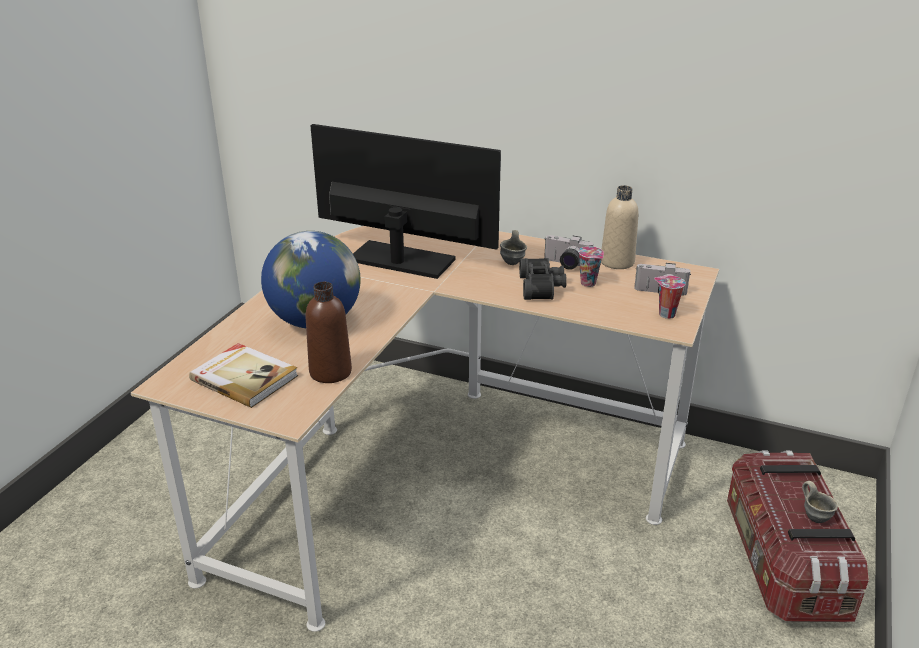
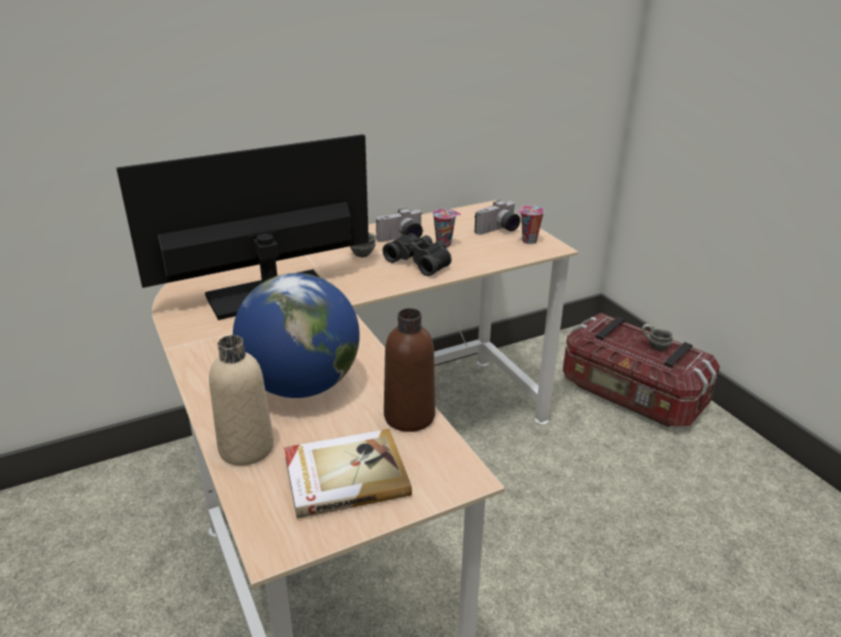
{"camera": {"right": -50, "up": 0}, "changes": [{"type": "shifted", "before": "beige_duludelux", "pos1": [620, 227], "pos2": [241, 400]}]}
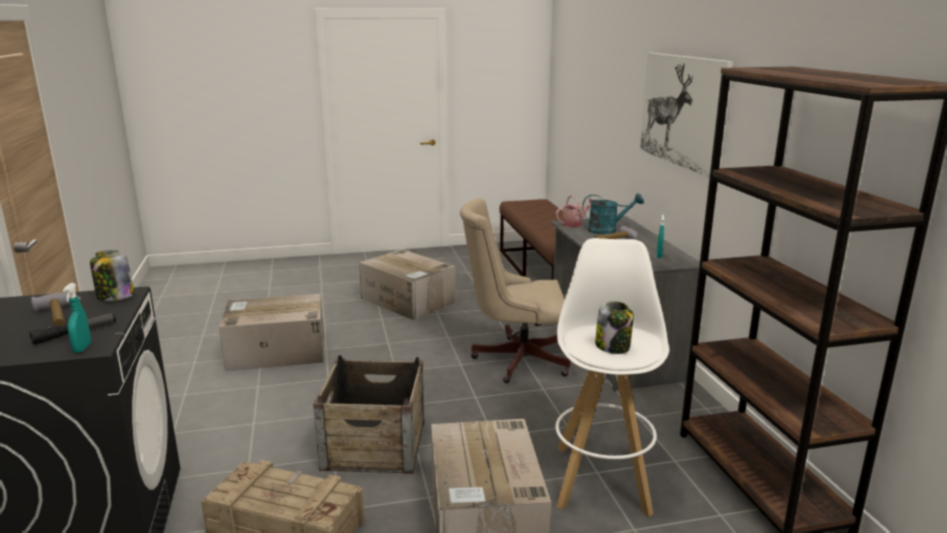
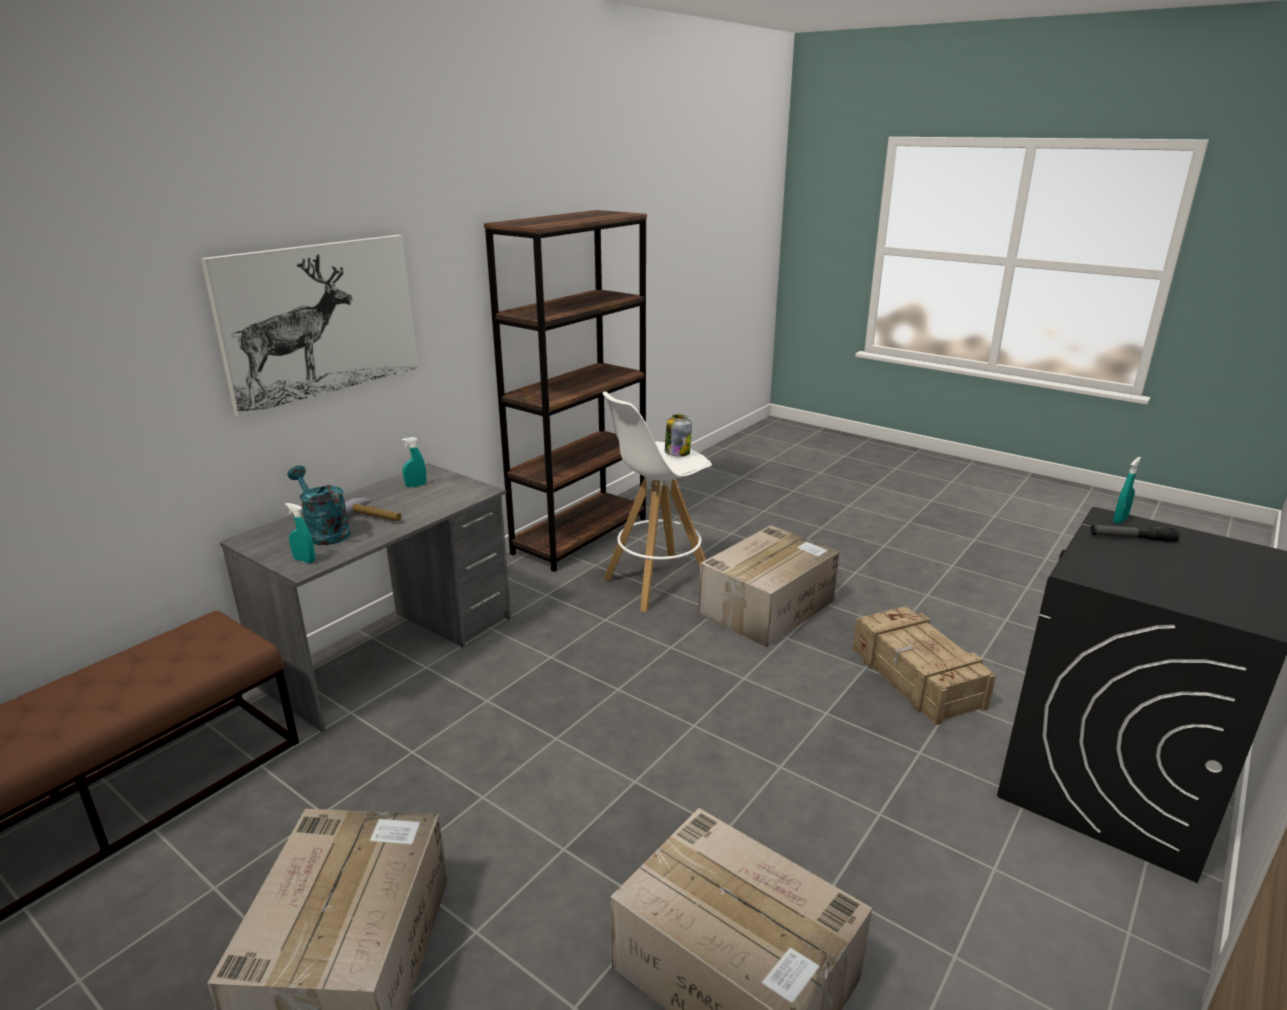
{"camera": {"right": -130, "up": 5}, "changes": [{"type": "gone", "before": "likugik", "pos1": [56, 309]}, {"type": "gone", "before": "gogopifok", "pos1": [112, 275]}, {"type": "gone", "before": "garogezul", "pos1": [369, 414]}, {"type": "gone", "before": "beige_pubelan", "pos1": [515, 290]}, {"type": "swapped", "before": "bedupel", "after": "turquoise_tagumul", "pos1": [574, 211], "pos2": [300, 533]}]}
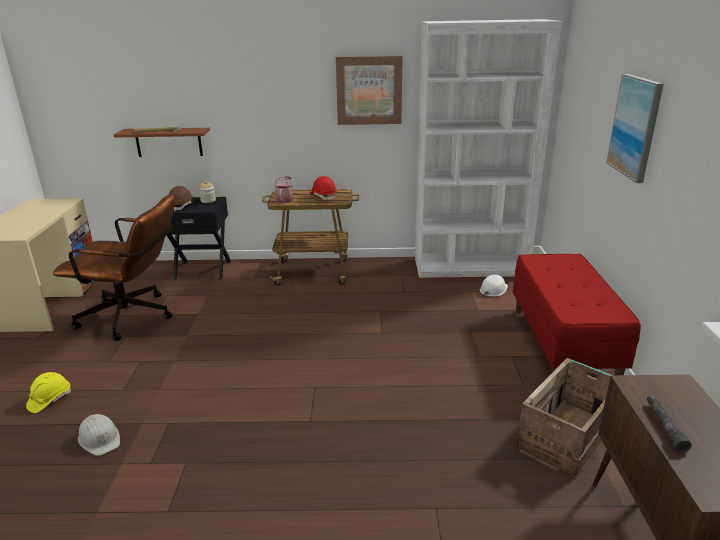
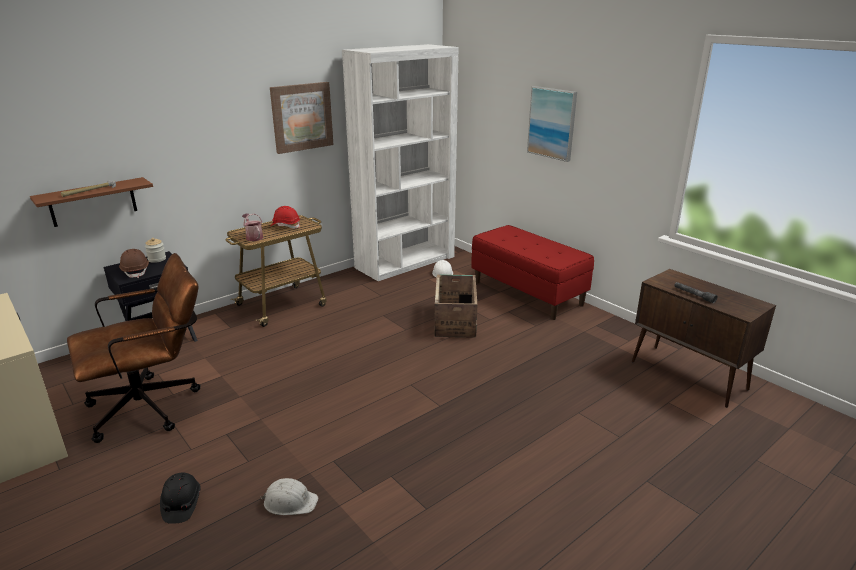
{"camera": {"right": -40, "up": 0}, "changes": [{"type": "shifted", "before": "garogezul", "pos1": [563, 418], "pos2": [456, 306]}, {"type": "repainted", "before": "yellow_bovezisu", "after": "black_bovezisu", "pos1": [48, 392], "pos2": [180, 498]}]}
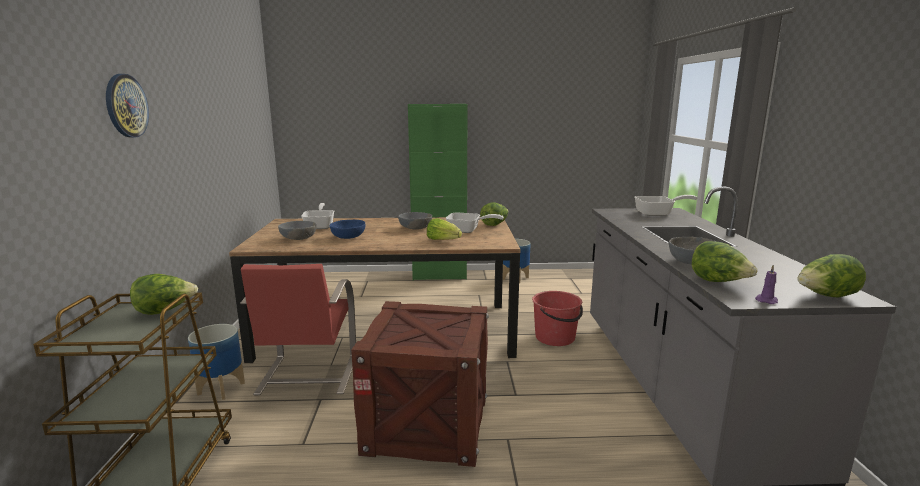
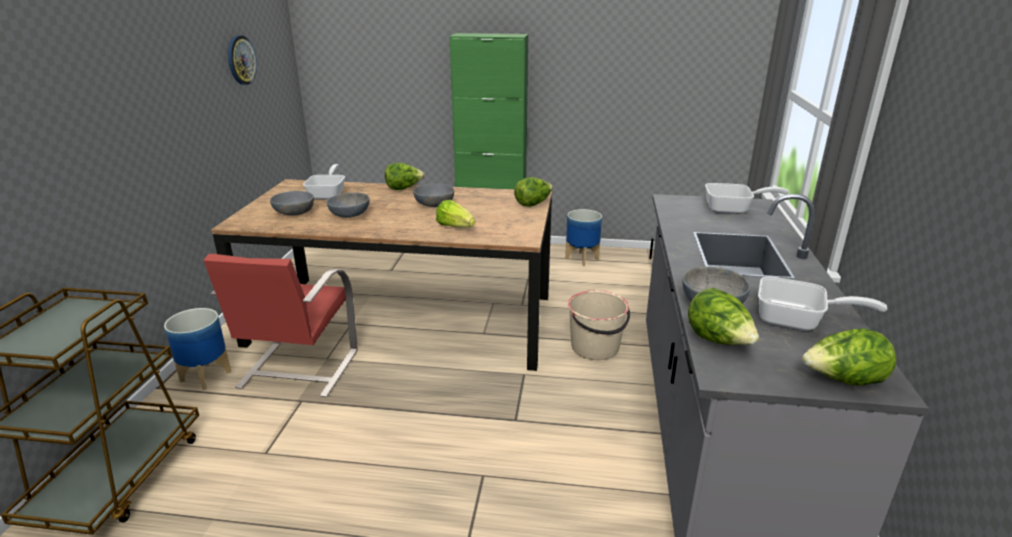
{"camera": {"right": 10, "up": 10}, "changes": [{"type": "gone", "before": "garogezul", "pos1": [420, 384]}, {"type": "gone", "before": "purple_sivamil", "pos1": [766, 284]}, {"type": "shifted", "before": "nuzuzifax", "pos1": [127, 106], "pos2": [242, 60]}, {"type": "shifted", "before": "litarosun", "pos1": [164, 294], "pos2": [405, 176]}, {"type": "shifted", "before": "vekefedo", "pos1": [475, 223], "pos2": [822, 303]}, {"type": "repainted", "before": "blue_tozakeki", "after": "grey_tozakeki", "pos1": [347, 229], "pos2": [348, 205]}, {"type": "repainted", "before": "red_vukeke", "after": "beige_vukeke", "pos1": [557, 318], "pos2": [599, 325]}]}
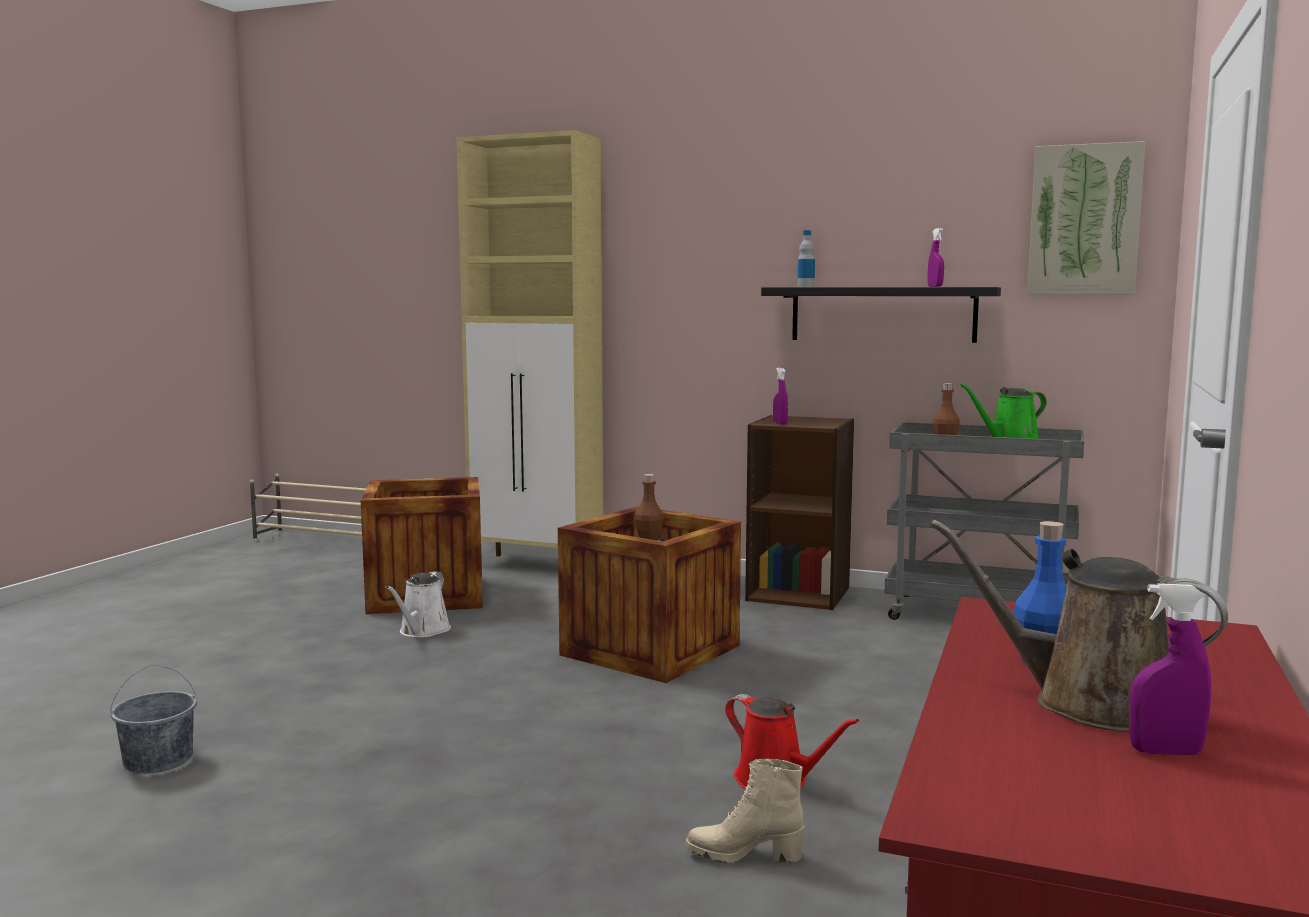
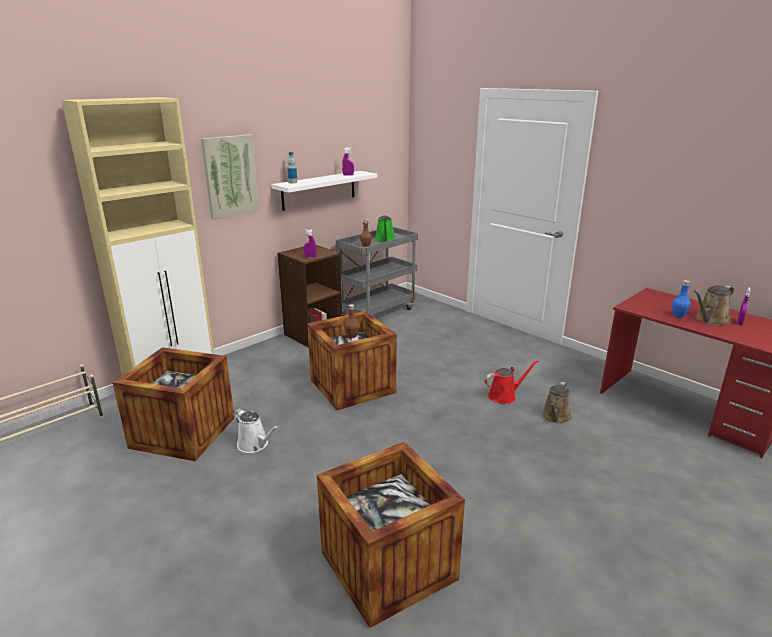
{"camera": {"right": -65, "up": 15}, "changes": [{"type": "shifted", "before": "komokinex", "pos1": [1086, 217], "pos2": [230, 177]}, {"type": "swapped", "before": "grey_vukeke", "after": "garogezul", "pos1": [153, 719], "pos2": [391, 535]}, {"type": "swapped", "before": "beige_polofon", "after": "brown_bedupel", "pos1": [745, 810], "pos2": [557, 403]}, {"type": "repainted", "before": "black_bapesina", "after": "white_bapesina", "pos1": [881, 315], "pos2": [324, 191]}]}
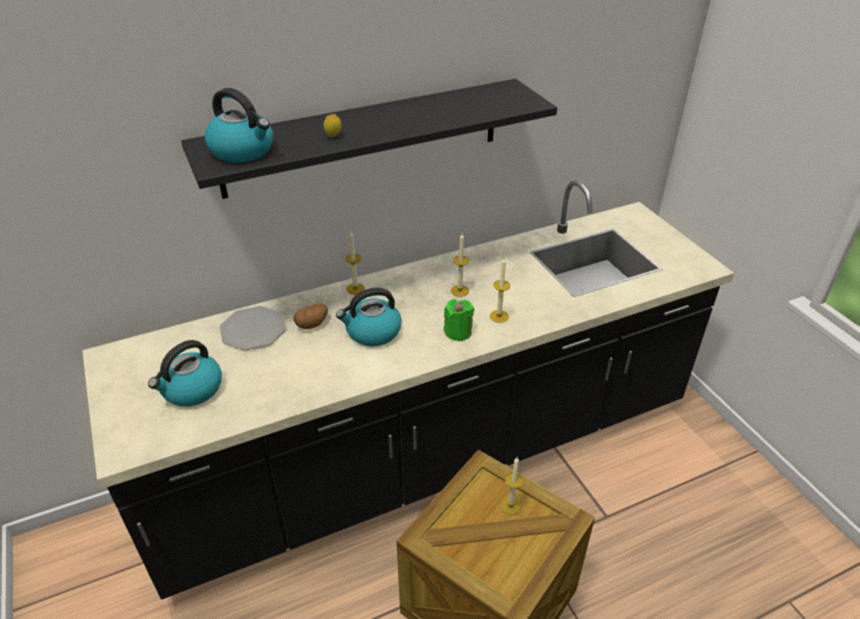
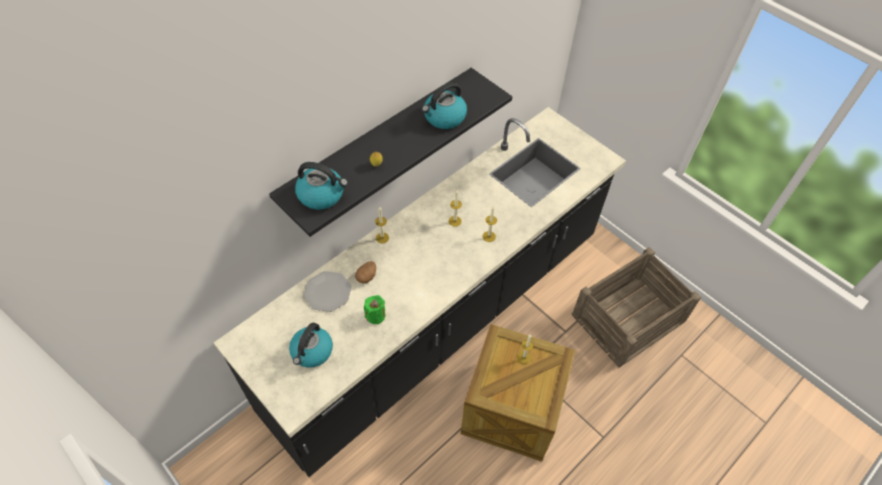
{"camera": {"right": -20, "up": 15}, "changes": [{"type": "new", "after": "garogezul", "pos2": [636, 307]}, {"type": "shifted", "before": "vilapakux", "pos1": [369, 317], "pos2": [444, 105]}, {"type": "shifted", "before": "green_sivamil", "pos1": [459, 320], "pos2": [375, 309]}]}
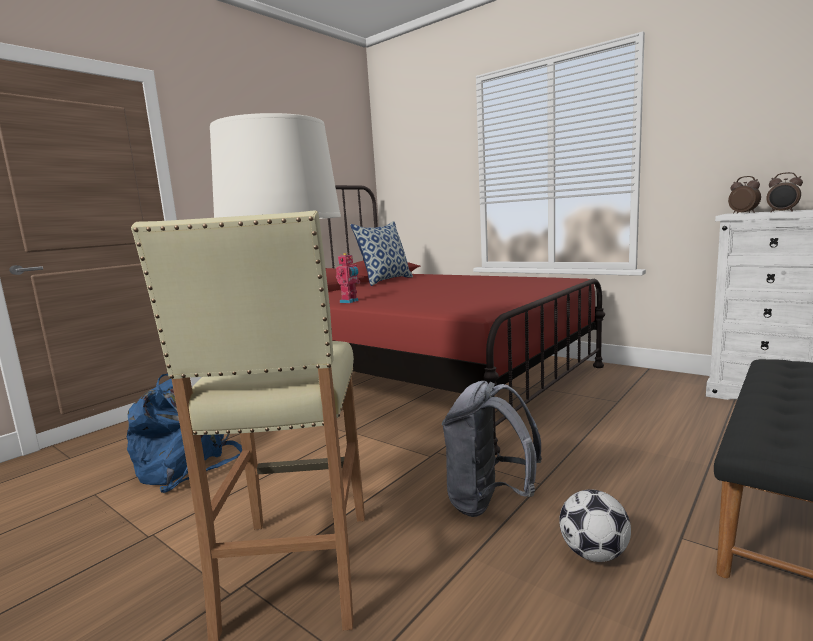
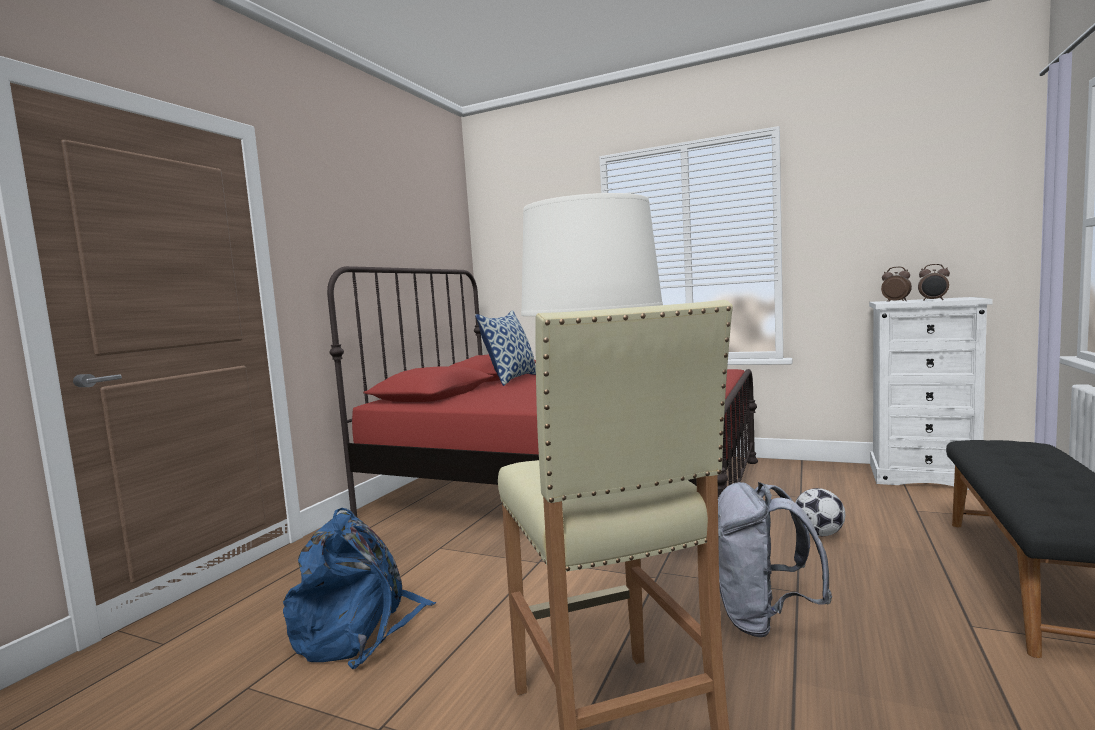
{"camera": {"right": -15, "up": -5}, "changes": [{"type": "gone", "before": "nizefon", "pos1": [348, 278]}, {"type": "shifted", "before": "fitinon", "pos1": [595, 525], "pos2": [820, 512]}]}
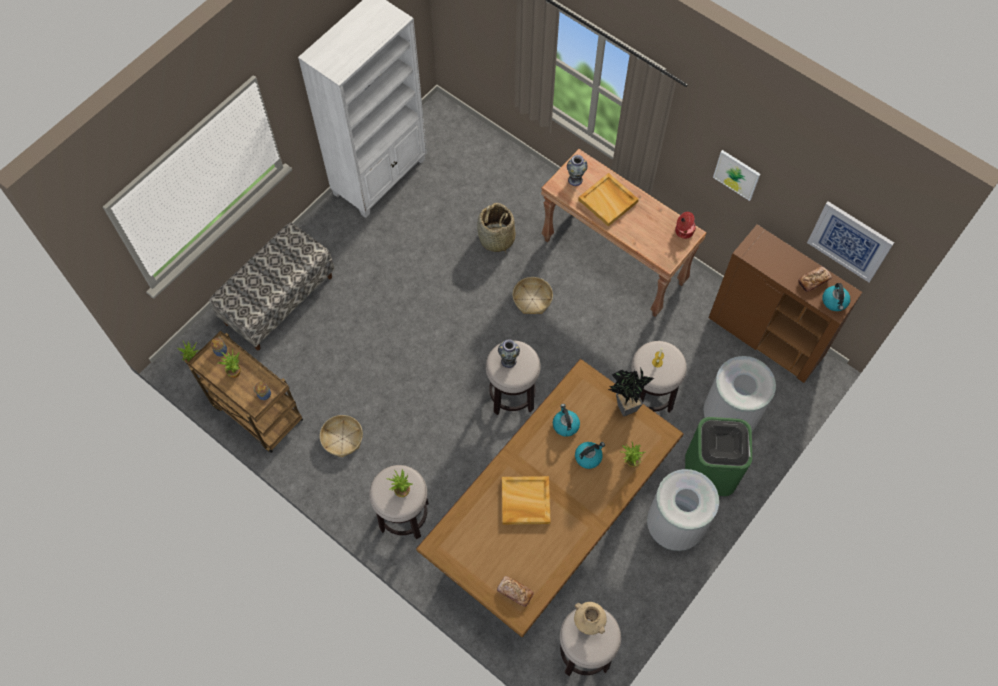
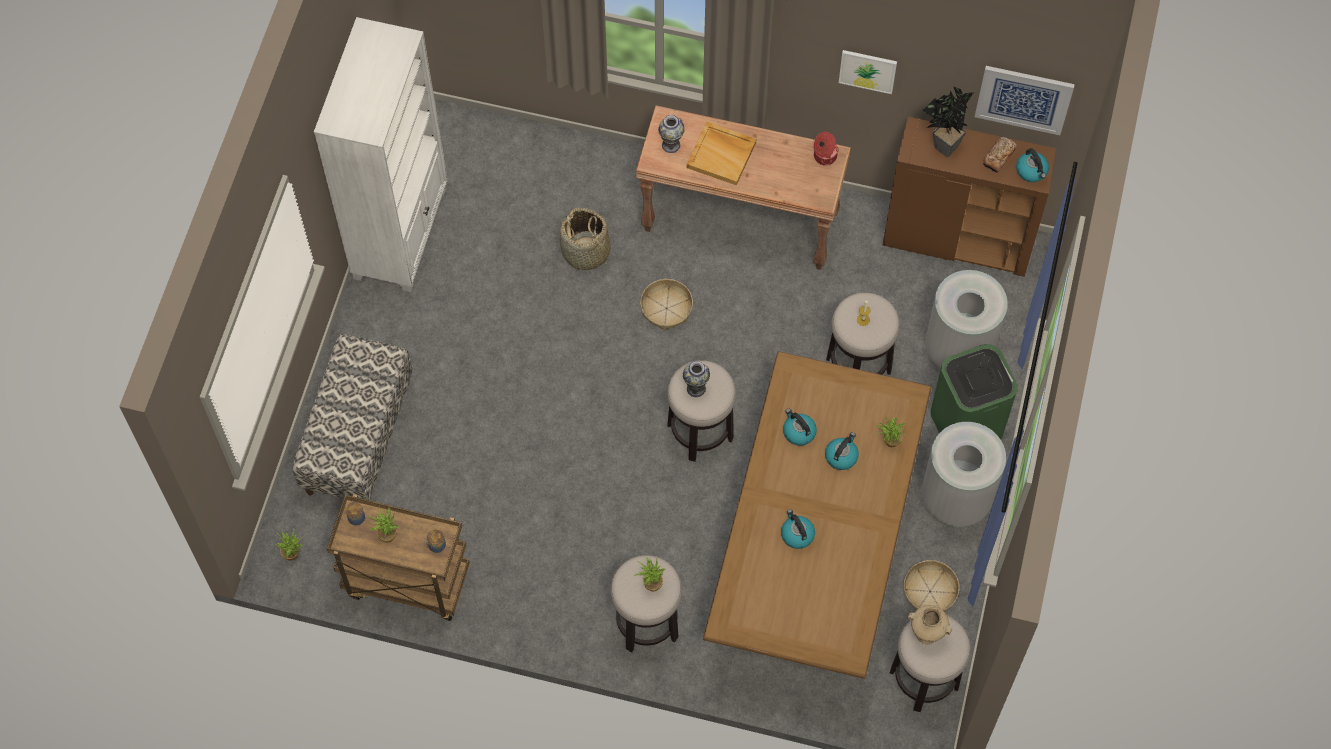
{"camera": {"right": -25, "up": 0}, "changes": [{"type": "gone", "before": "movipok", "pos1": [515, 591]}, {"type": "shifted", "before": "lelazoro", "pos1": [341, 436], "pos2": [932, 586]}, {"type": "shifted", "before": "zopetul", "pos1": [631, 391], "pos2": [948, 121]}, {"type": "swapped", "before": "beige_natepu", "after": "vilapakux", "pos1": [526, 500], "pos2": [798, 529]}]}
